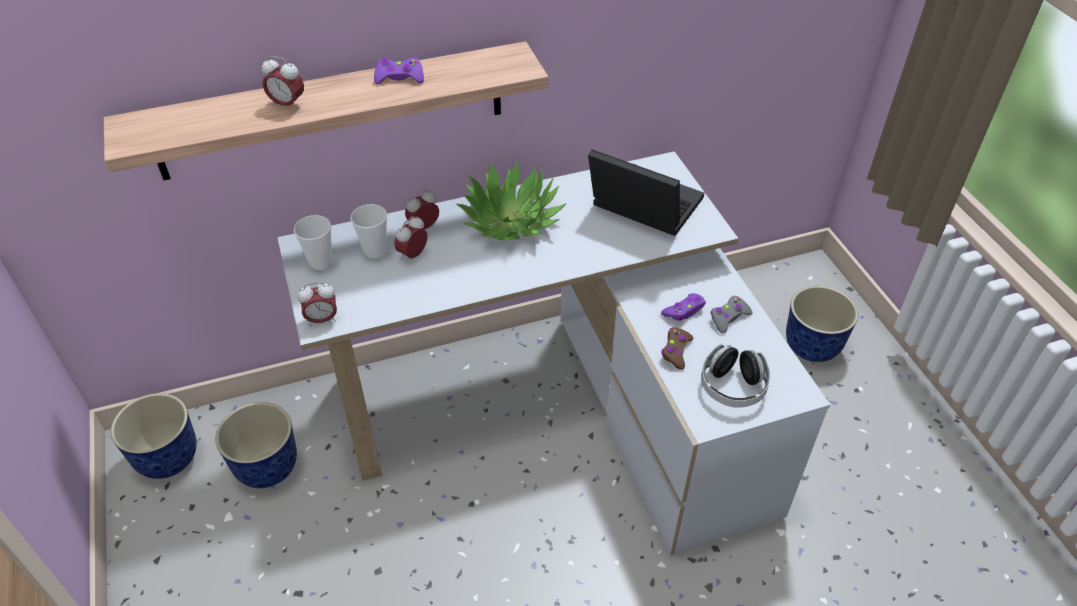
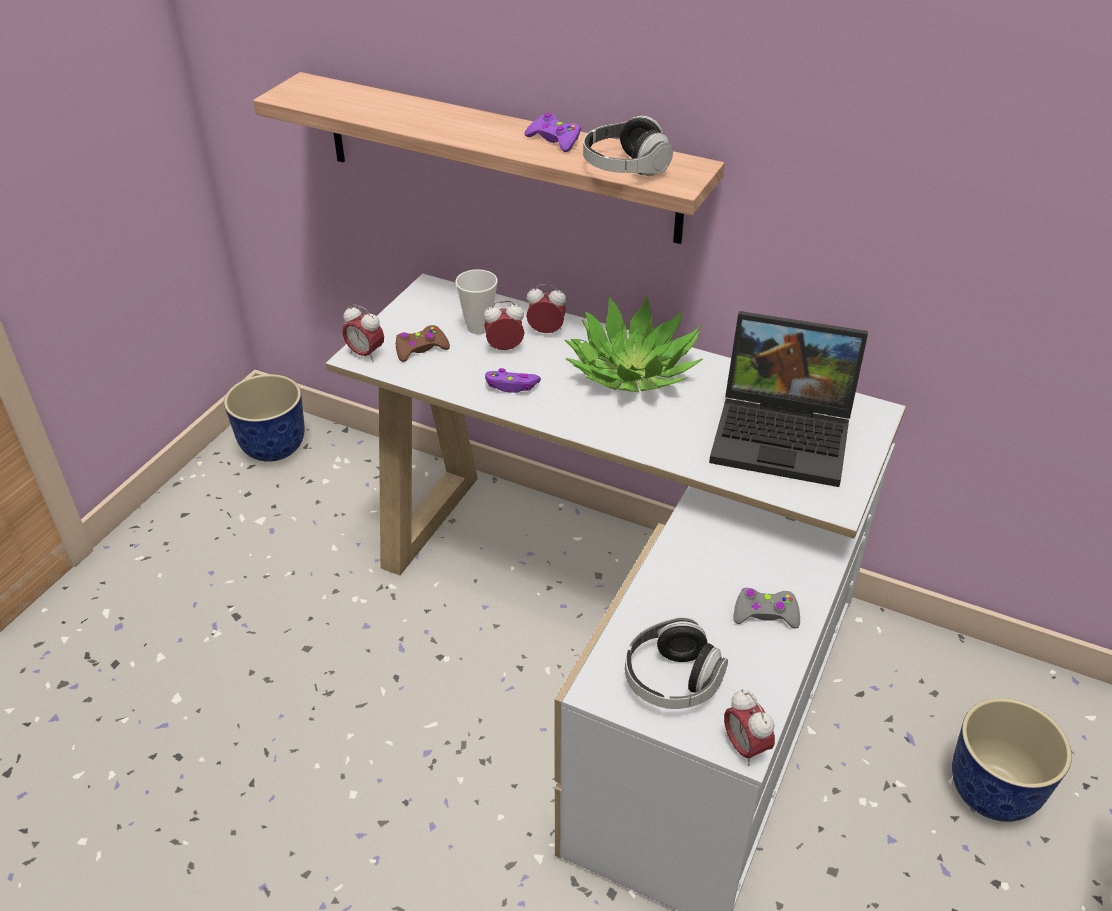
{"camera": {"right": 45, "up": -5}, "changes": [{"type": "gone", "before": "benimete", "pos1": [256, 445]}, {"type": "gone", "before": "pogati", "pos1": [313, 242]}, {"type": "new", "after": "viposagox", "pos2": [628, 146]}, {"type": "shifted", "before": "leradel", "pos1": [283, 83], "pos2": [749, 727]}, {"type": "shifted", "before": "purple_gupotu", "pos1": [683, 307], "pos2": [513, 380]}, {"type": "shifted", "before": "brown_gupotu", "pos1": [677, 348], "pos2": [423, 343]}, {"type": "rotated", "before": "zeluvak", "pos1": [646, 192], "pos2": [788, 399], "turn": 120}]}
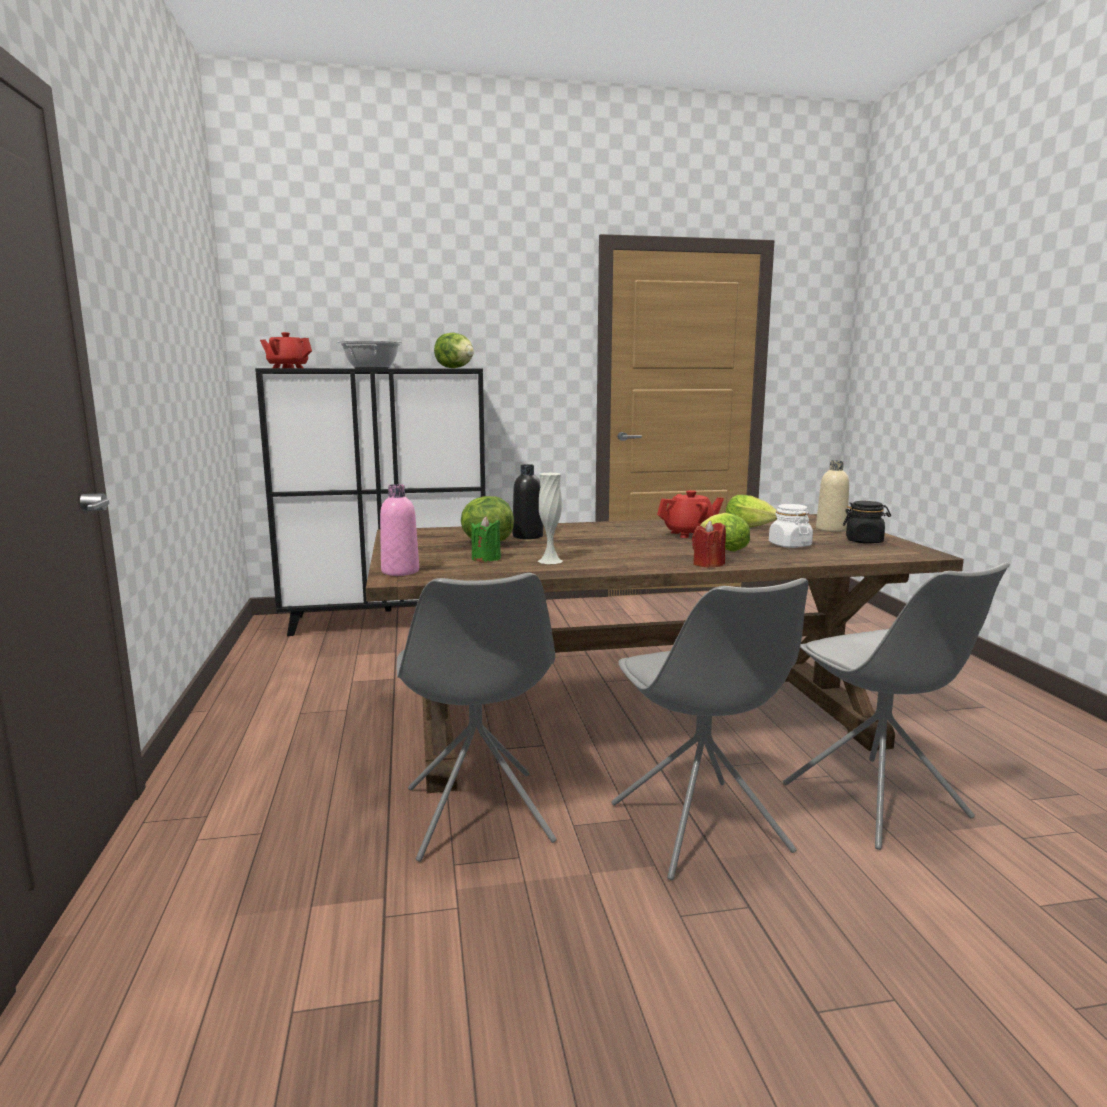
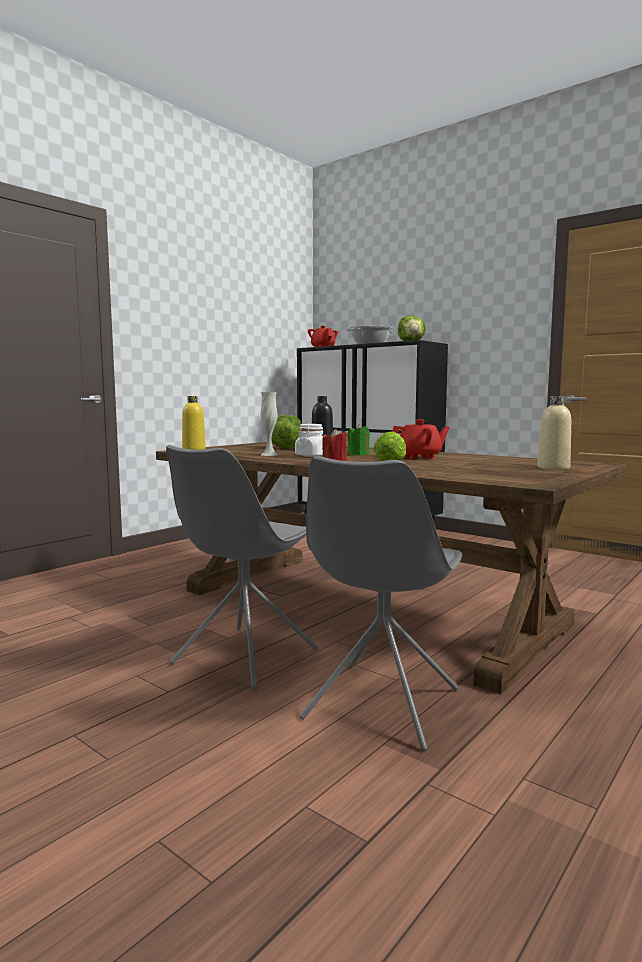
{"camera": {"right": 50, "up": -5}, "changes": [{"type": "gone", "before": "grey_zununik", "pos1": [477, 717]}, {"type": "gone", "before": "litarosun", "pos1": [752, 511]}, {"type": "gone", "before": "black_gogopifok", "pos1": [867, 522]}, {"type": "shifted", "before": "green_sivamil", "pos1": [486, 539], "pos2": [358, 440]}, {"type": "shifted", "before": "white_gogopifok", "pos1": [791, 526], "pos2": [309, 440]}, {"type": "repainted", "before": "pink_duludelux", "after": "yellow_duludelux", "pos1": [399, 530], "pos2": [194, 423]}, {"type": "rotated", "before": "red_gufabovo", "pos1": [690, 514], "pos2": [421, 439], "turn": -45}]}
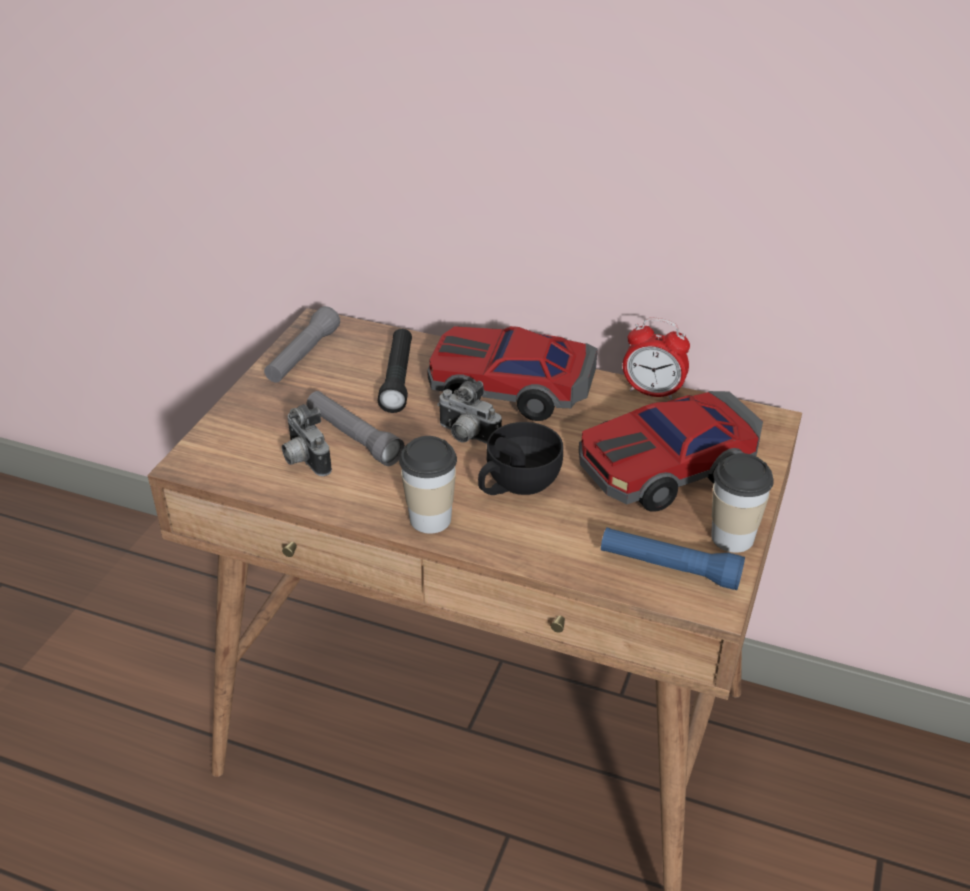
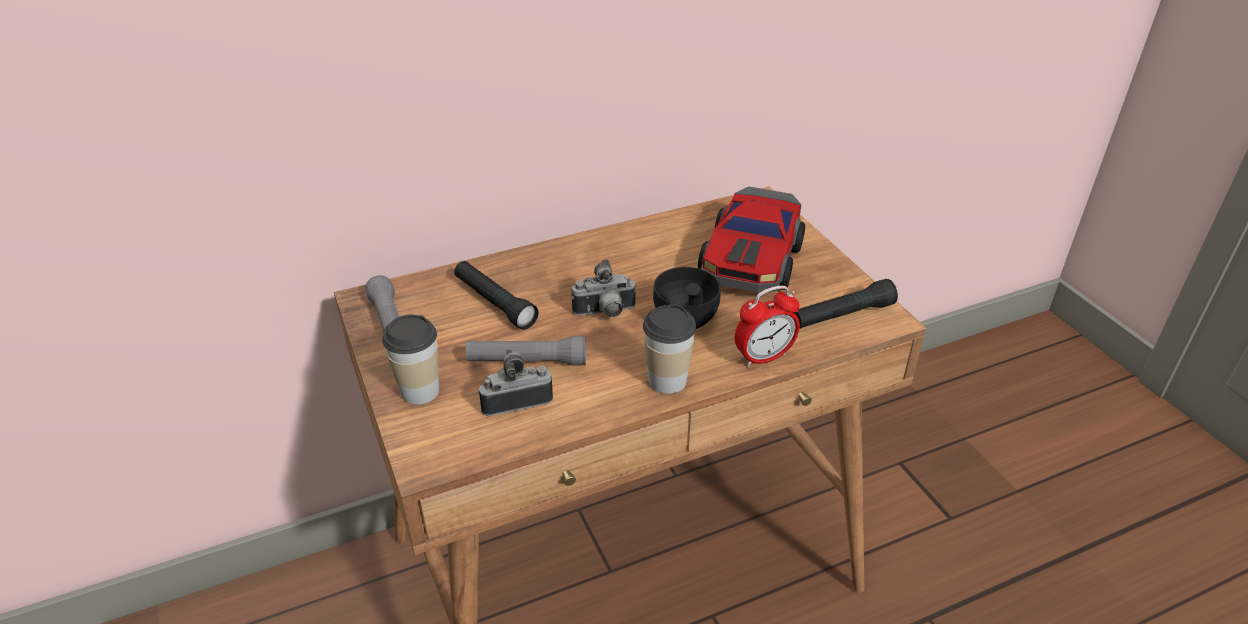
{"camera": {"right": -45, "up": 0}, "changes": [{"type": "gone", "before": "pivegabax", "pos1": [512, 373]}, {"type": "shifted", "before": "leradel", "pos1": [656, 359], "pos2": [767, 326]}, {"type": "shifted", "before": "pogati", "pos1": [742, 503], "pos2": [410, 359]}, {"type": "repainted", "before": "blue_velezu", "after": "black_velezu", "pos1": [673, 559], "pos2": [846, 304]}, {"type": "rotated", "before": "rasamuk", "pos1": [307, 440], "pos2": [515, 382], "turn": 150}]}
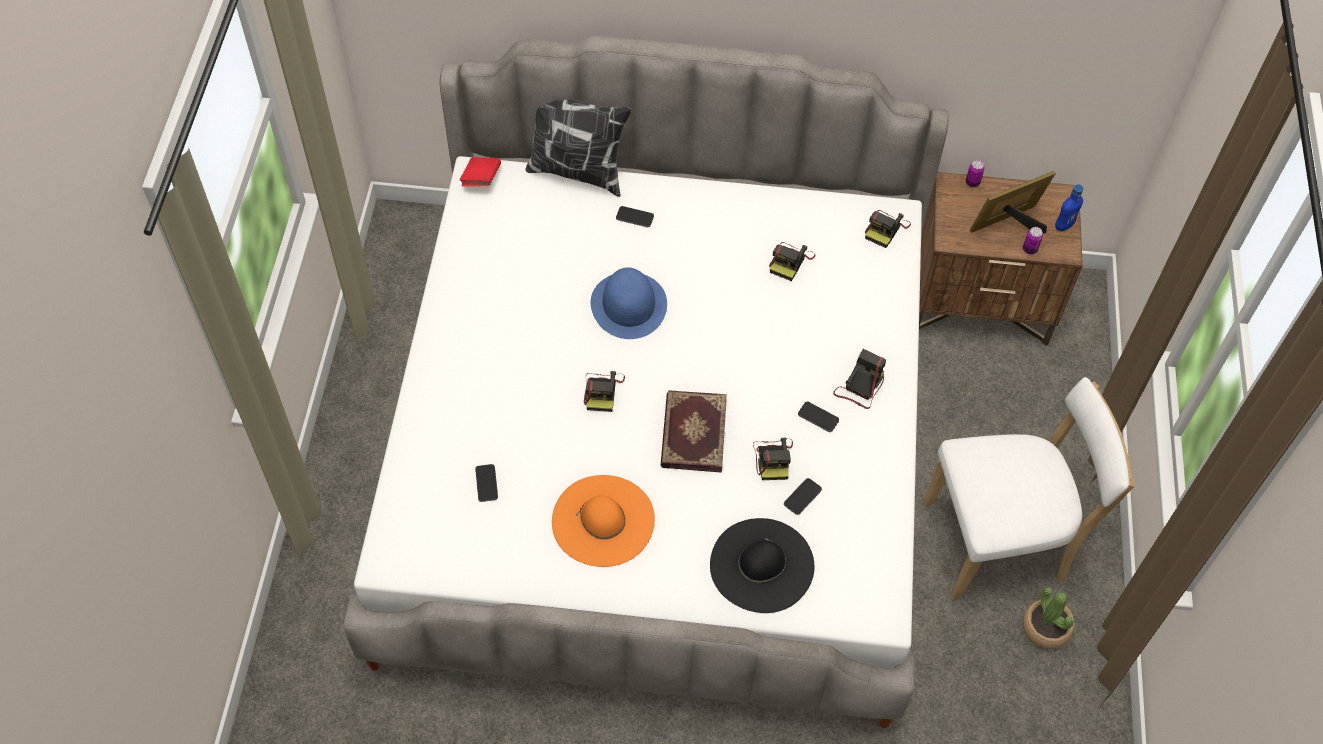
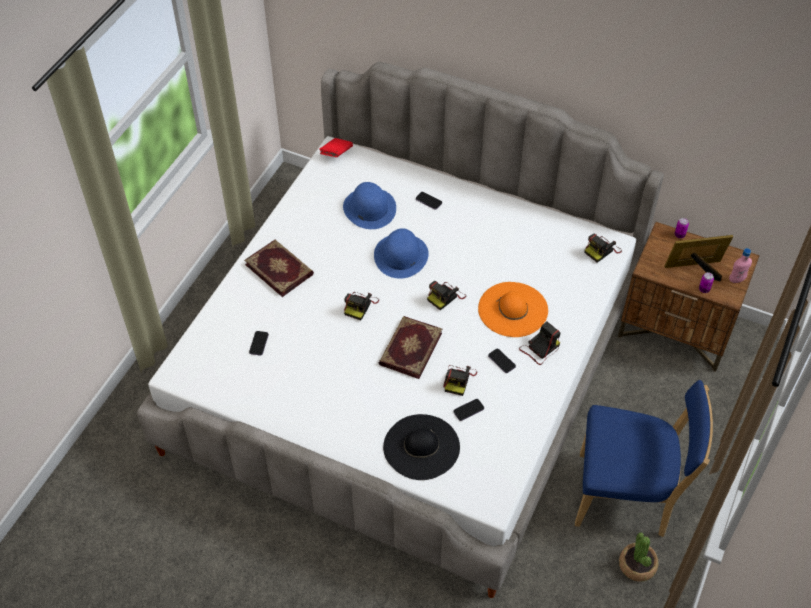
{"camera": {"right": 20, "up": -5}, "changes": [{"type": "gone", "before": "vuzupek", "pos1": [579, 148]}, {"type": "new", "after": "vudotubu", "pos2": [279, 268]}, {"type": "new", "after": "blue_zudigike", "pos2": [369, 205]}, {"type": "shifted", "before": "orange_zudigike", "pos1": [603, 521], "pos2": [513, 309]}, {"type": "shifted", "before": "rasamuk", "pos1": [792, 261], "pos2": [446, 295]}, {"type": "repainted", "before": "white_zununik", "after": "blue_zununik", "pos1": [1029, 488], "pos2": [644, 458]}, {"type": "repainted", "before": "blue_duludelux", "after": "pink_duludelux", "pos1": [1069, 207], "pos2": [740, 265]}]}
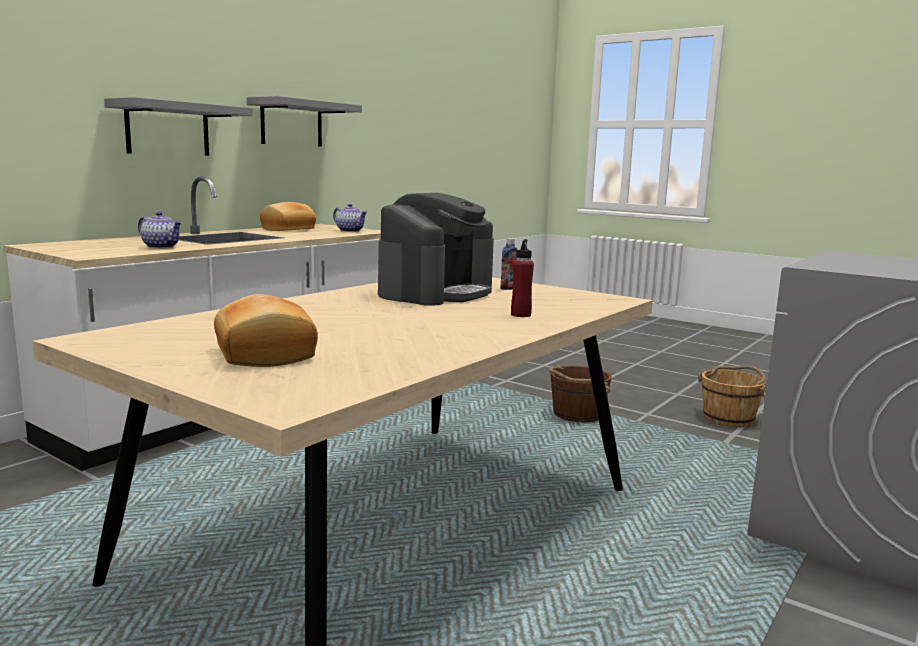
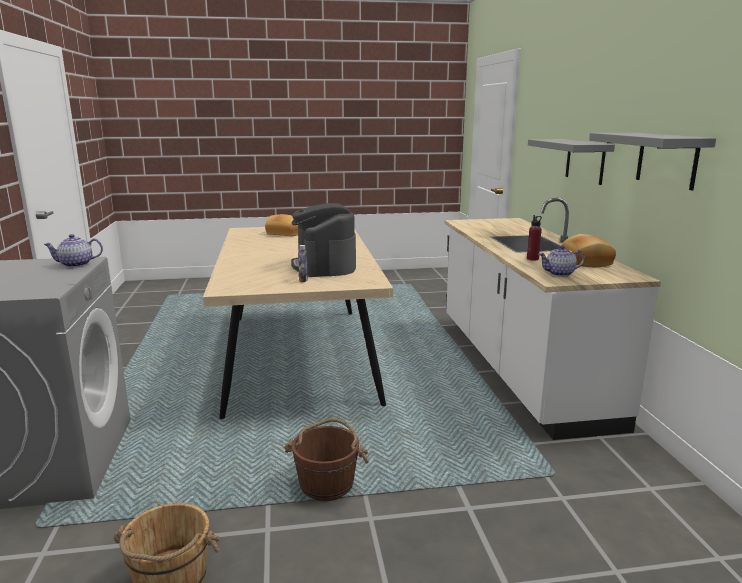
{"camera": {"right": 135, "up": 5}, "changes": [{"type": "shifted", "before": "gufabovo", "pos1": [160, 230], "pos2": [73, 250]}, {"type": "shifted", "before": "red_duludelux", "pos1": [522, 278], "pos2": [534, 238]}]}
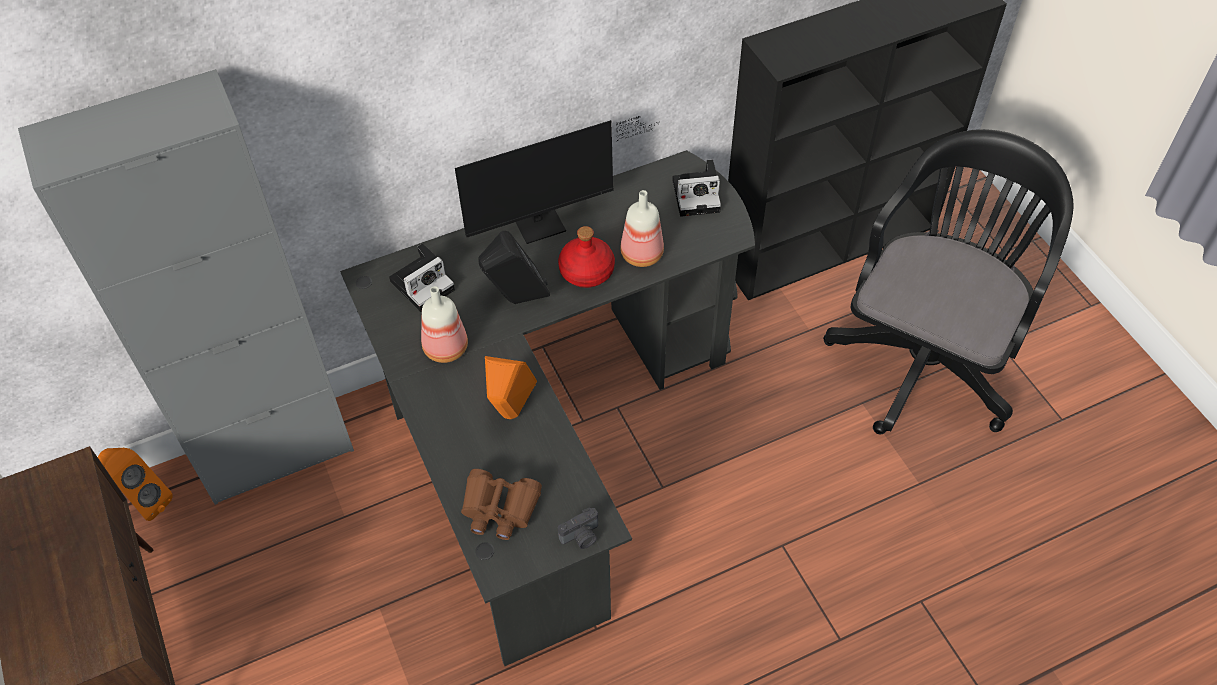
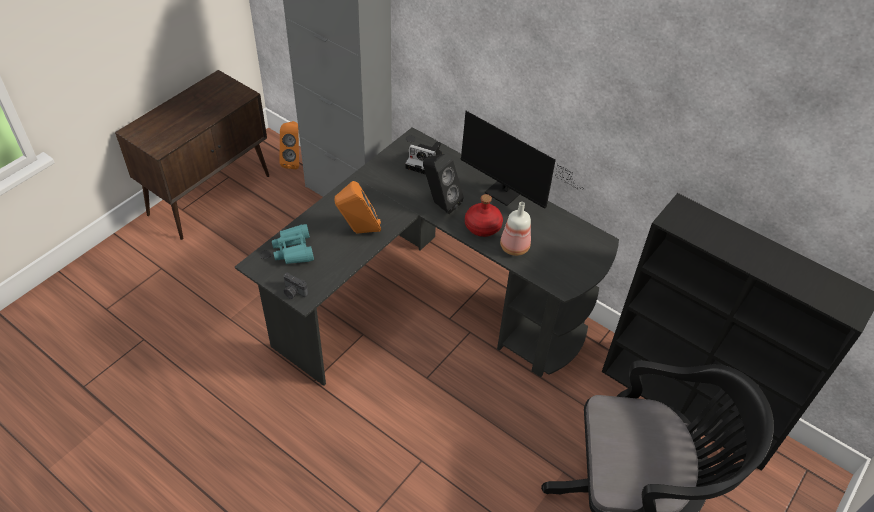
{"camera": {"right": 60, "up": -5}, "changes": [{"type": "gone", "before": "duludelux", "pos1": [444, 324]}, {"type": "gone", "before": "rasamuk", "pos1": [696, 188]}, {"type": "repainted", "before": "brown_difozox", "after": "turquoise_difozox", "pos1": [501, 504], "pos2": [293, 244]}]}
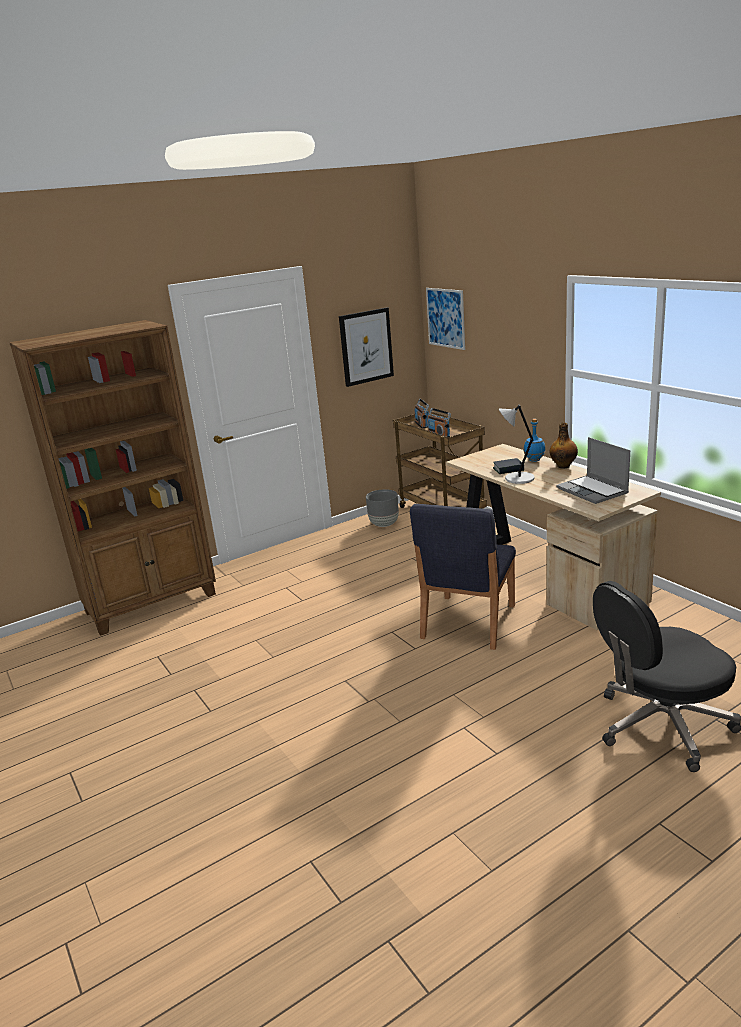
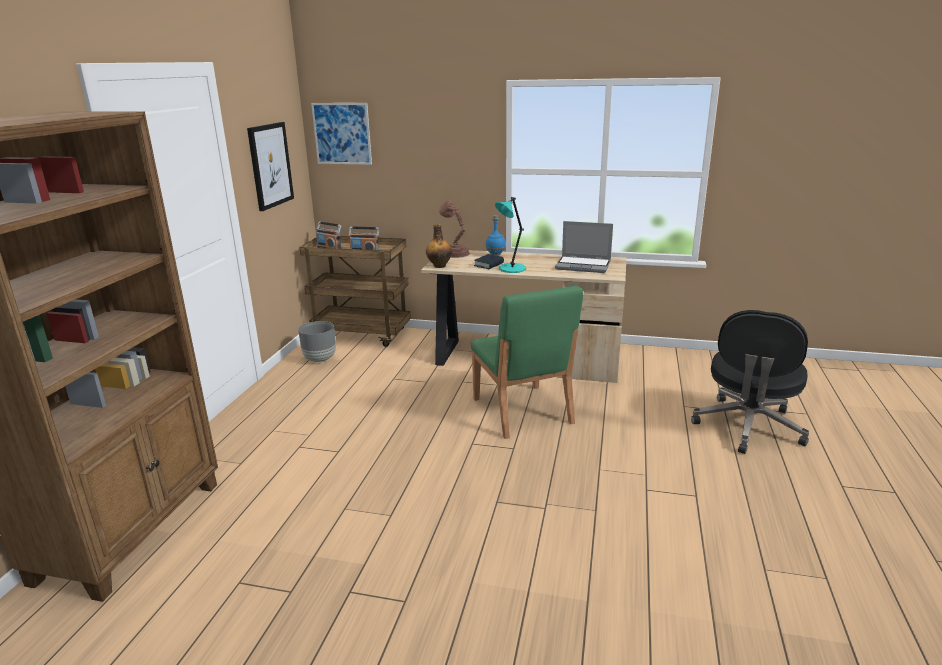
{"camera": {"right": -45, "up": 0}, "changes": [{"type": "new", "after": "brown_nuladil", "pos2": [454, 228]}, {"type": "shifted", "before": "duludelux", "pos1": [564, 446], "pos2": [439, 246]}, {"type": "repainted", "before": "blue_zununik", "after": "green_zununik", "pos1": [463, 577], "pos2": [527, 362]}, {"type": "repainted", "before": "grey_nuladil", "after": "turquoise_nuladil", "pos1": [516, 444], "pos2": [510, 235]}]}
